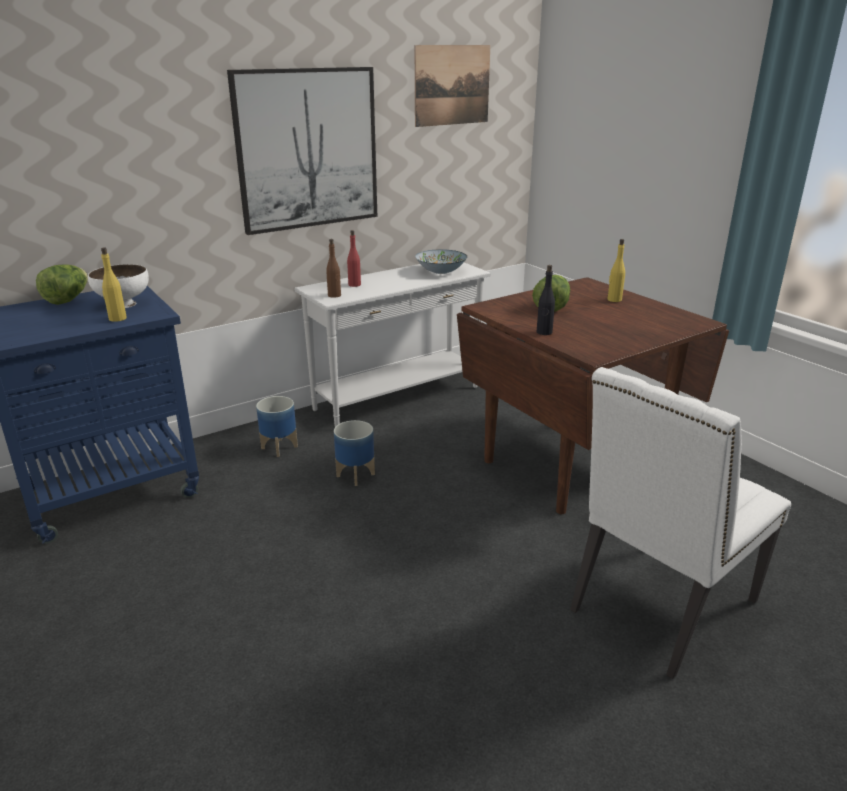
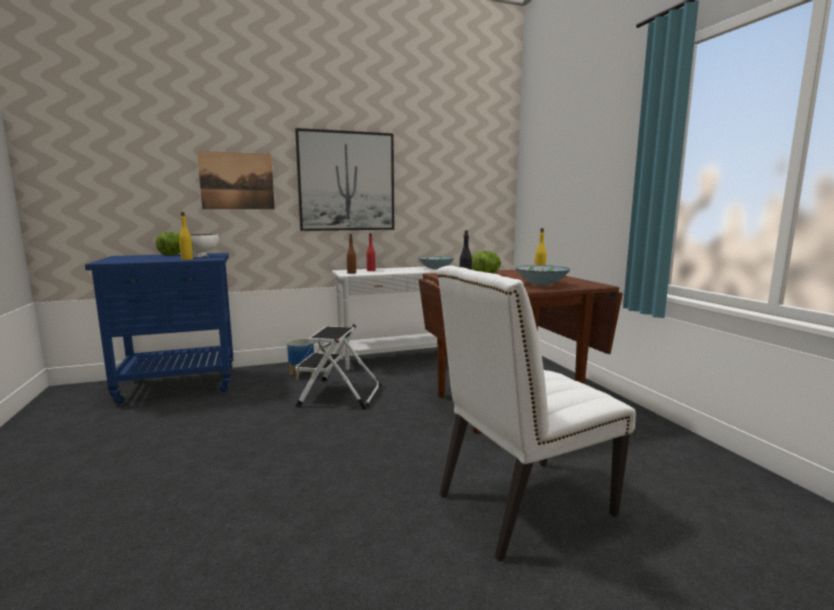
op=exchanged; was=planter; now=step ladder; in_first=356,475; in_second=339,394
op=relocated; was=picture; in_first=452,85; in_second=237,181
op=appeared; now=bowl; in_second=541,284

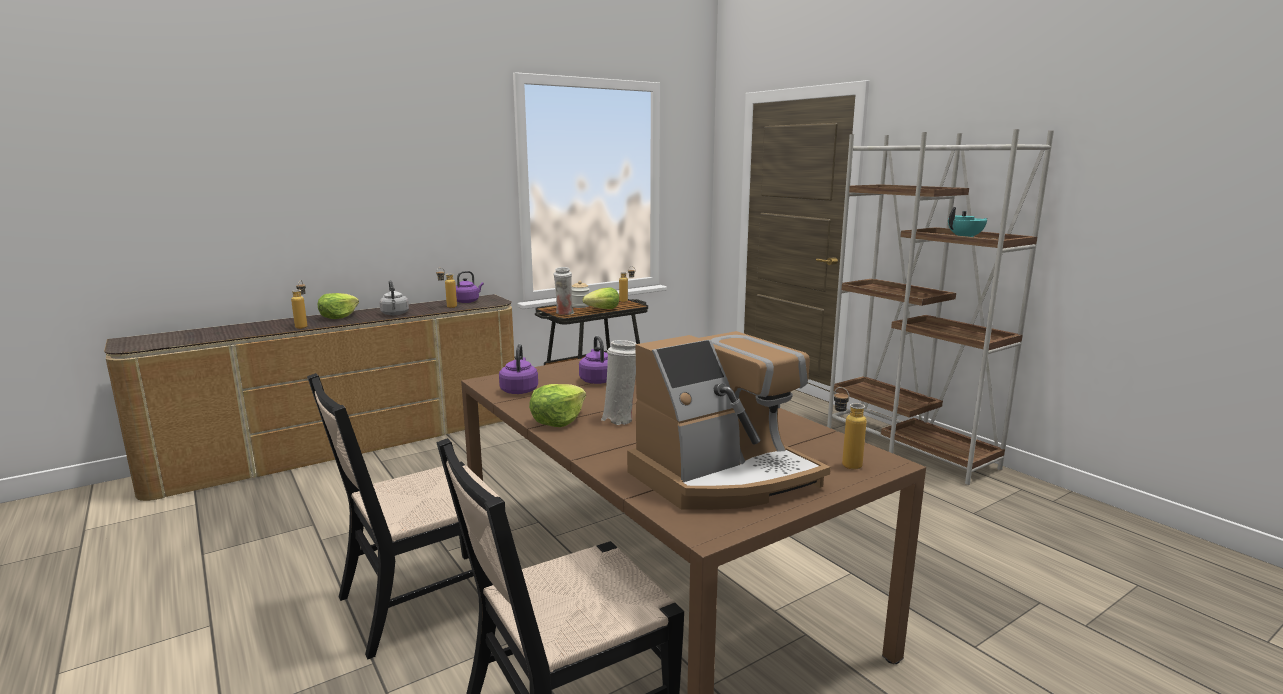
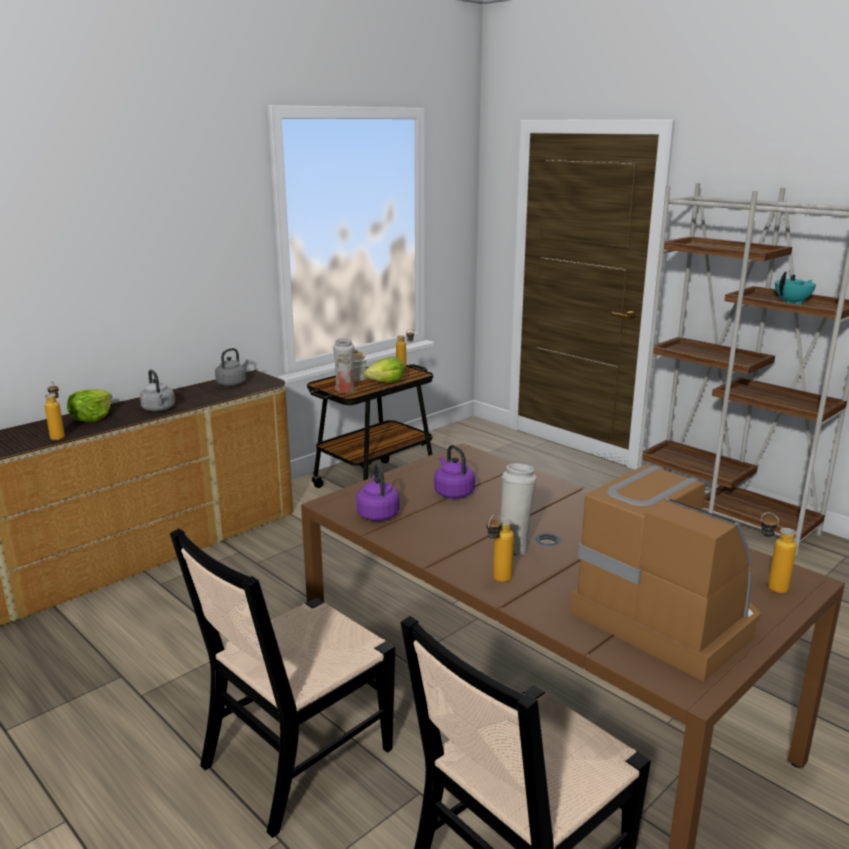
op=relocated; was=bottle; in_first=448,307; in_second=497,581
op=colour; was=kettle in purple; now=kettle in grey; in_first=467,301; in_second=232,383
op=missing; was=lettuce; in_first=558,420
op=spun; was=coffee machine; in_first=724,477; in_second=666,616; clockwise=-90

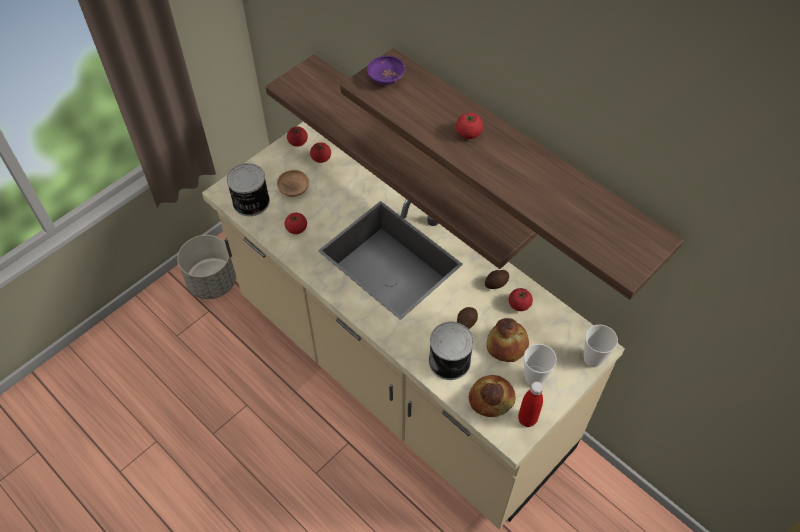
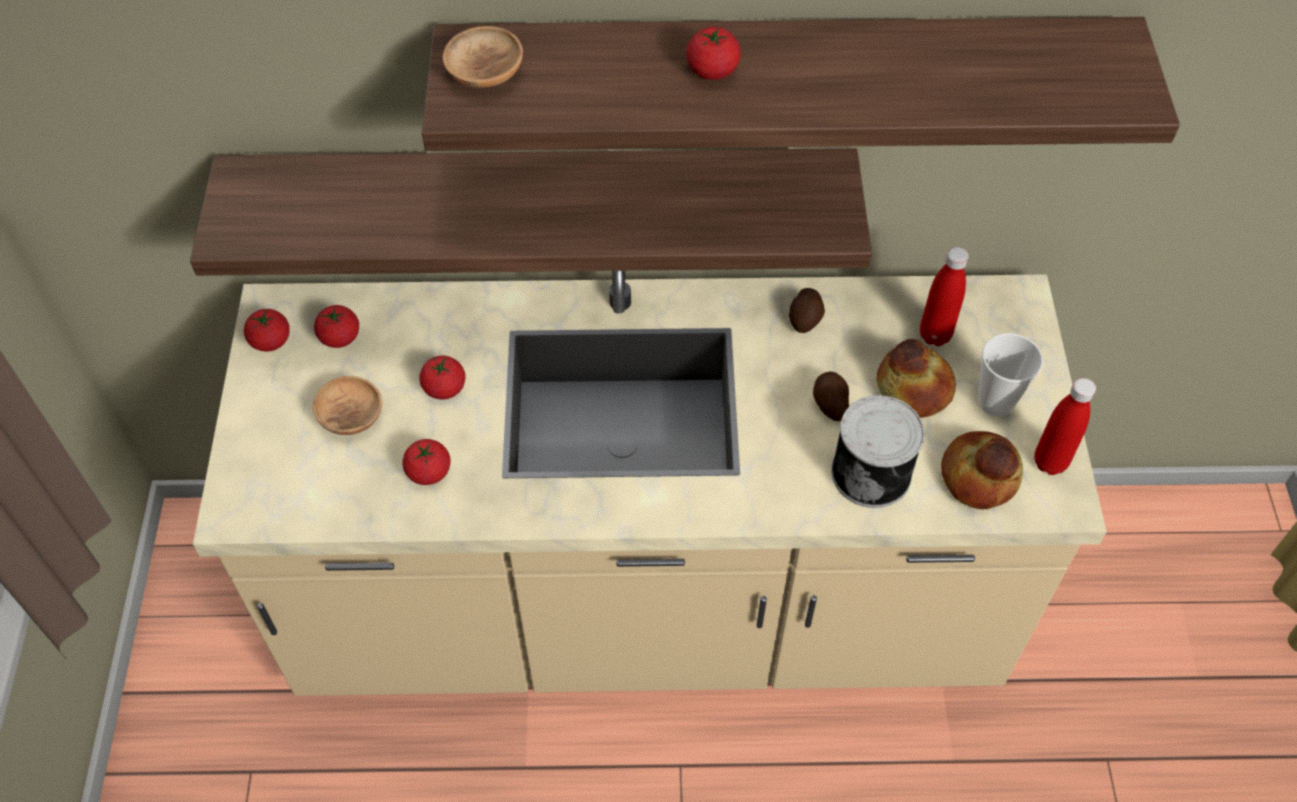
op=missing; was=planter in grey; in_first=212,282
op=missing; was=can; in_first=250,202
op=colour; was=bowl in purple; now=bowl in brown; in_first=386,78; in_second=485,75
op=relocated; was=tomato; in_first=519,304; in_second=444,388
op=missing; was=cup; in_first=593,359
op=appeared; now=bottle in red; in_second=935,335

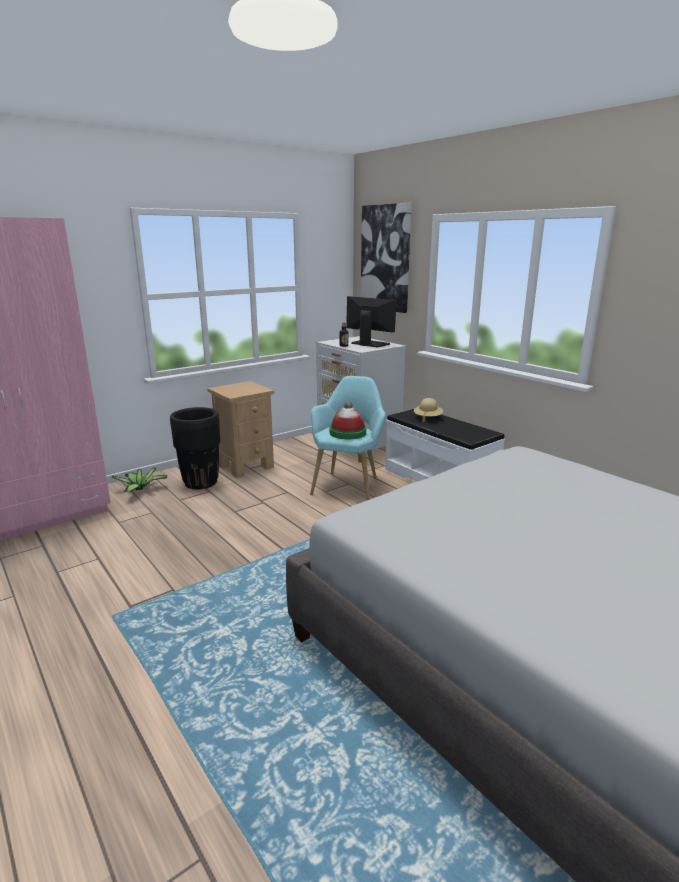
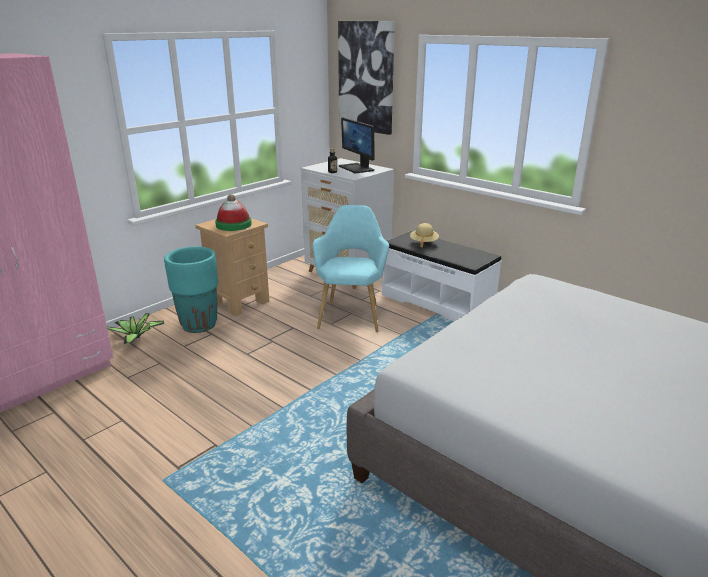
op=colour; was=planter in black; now=planter in turquoise; in_first=201,483; in_second=199,325
op=relocated; was=hat; in_first=347,433; in_second=233,225
op=spun; was=monitor; in_first=369,344; in_second=357,168; clockwise=-150

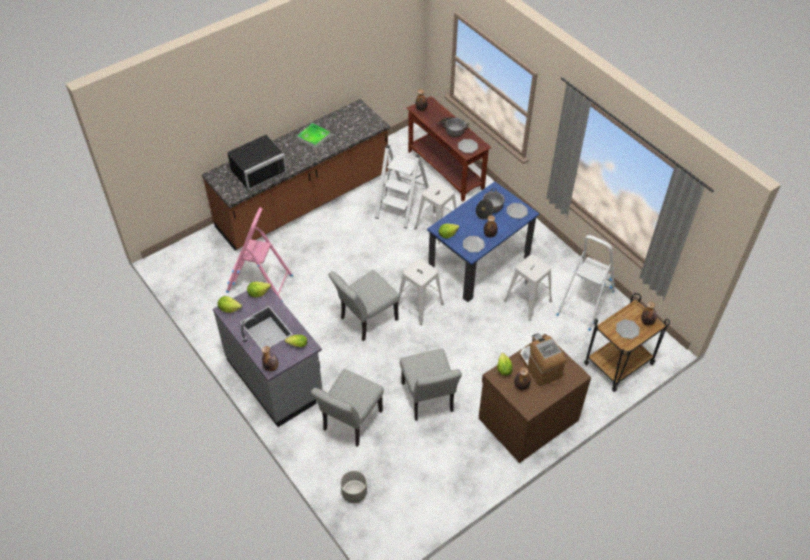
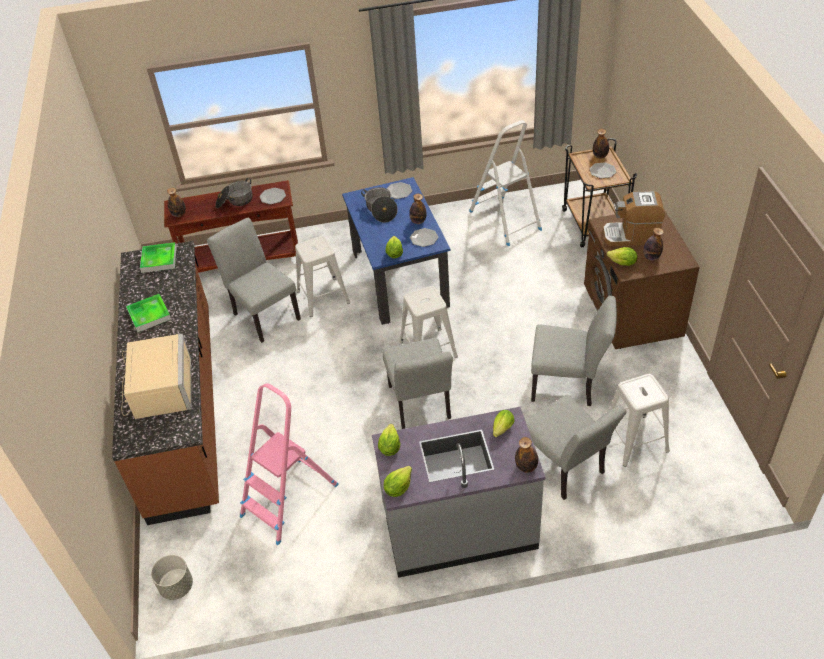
op=colour; was=microwave in black; now=microwave in beige; in_first=257,169; in_second=158,390
op=relocated; was=planter in grey; in_first=354,493; in_second=176,586
op=exchanged; was=step ladder in white; now=chair in grey; in_first=403,203; in_second=263,314
op=relocated; was=stool in white; in_first=527,301; in_second=634,440
op=appeared; now=tray; in_second=159,259

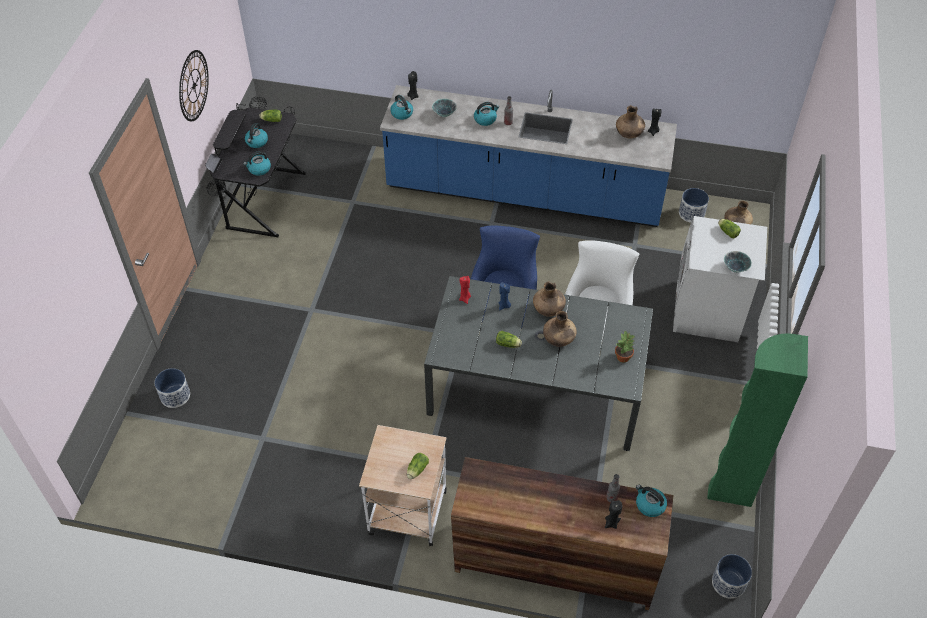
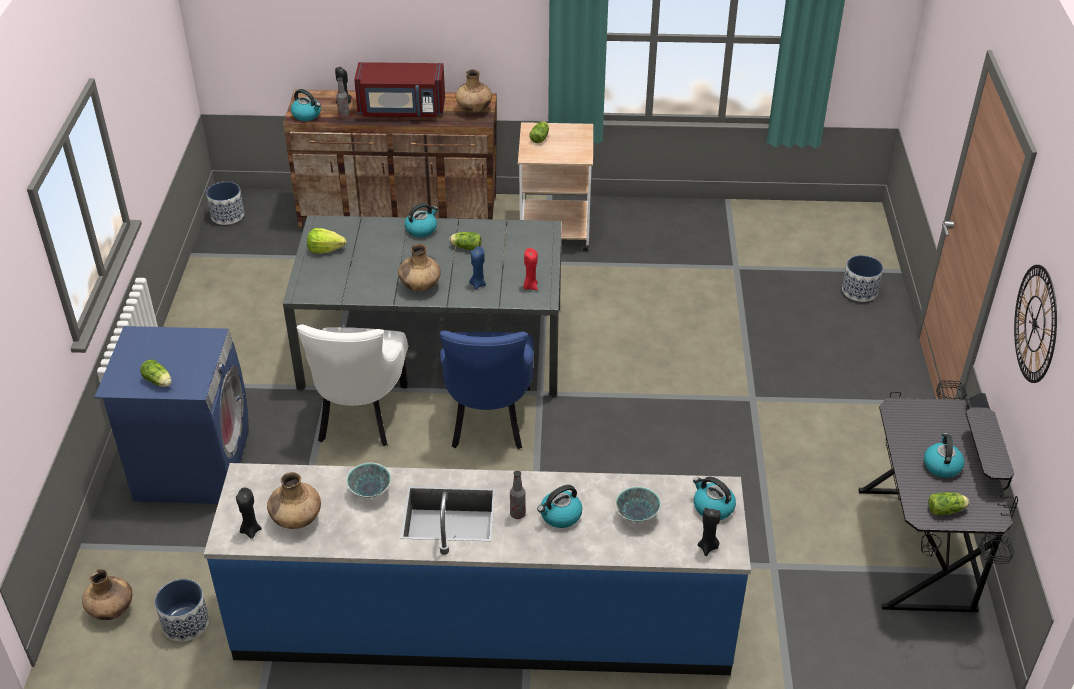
op=relocated; was=kettle; in_first=259,169; in_second=421,229
op=relocated; was=vase in brown; in_first=558,340; in_second=474,109
op=exchanged; was=potted plant; now=lettuce; in_first=623,357; in_second=325,250
op=colour; was=washing machine in white; now=washing machine in blue; in_first=708,311; in_second=191,464
op=missing; was=bookcase in green; in_first=730,489
op=relocated; was=bowl; in_first=735,269; in_second=370,491
op=appeared; now=microwave in red; in_second=401,110

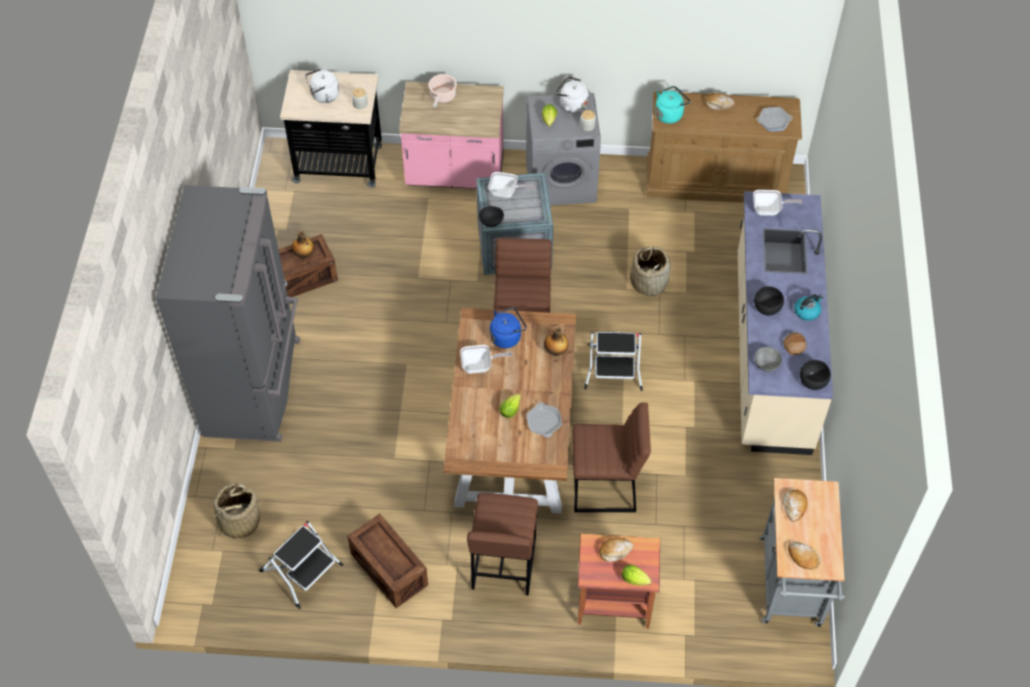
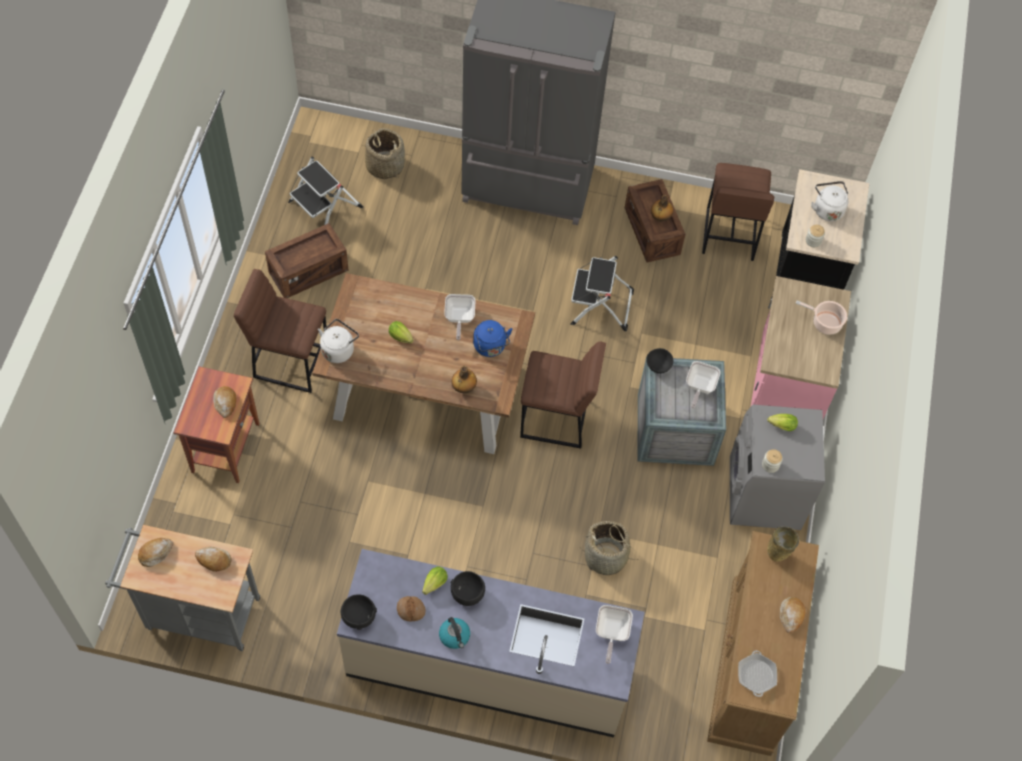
op=missing; was=frying pan; in_first=544,422
op=relocated; was=kettle in white; in_first=571,105; in_second=339,349
op=relocated; was=chair in brown; in_first=606,487; in_second=729,235
op=relocated; was=step ladder; in_first=613,368; in_second=601,304
op=relocated; was=lettuce; in_first=636,580; in_second=433,585
op=exchanged; was=kettle in turquoise; now=vase in beige; in_first=670,114; in_second=777,555
op=missing; was=bowl in grey; in_first=766,364

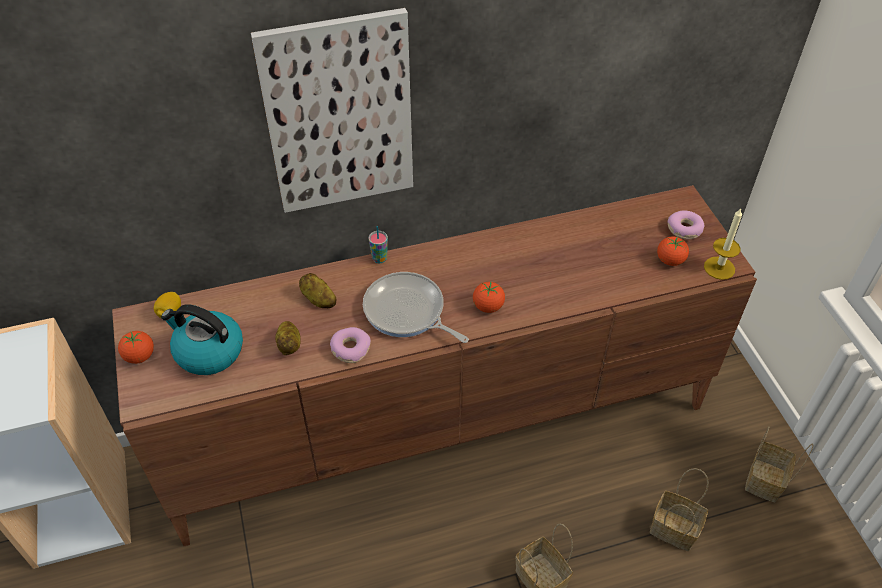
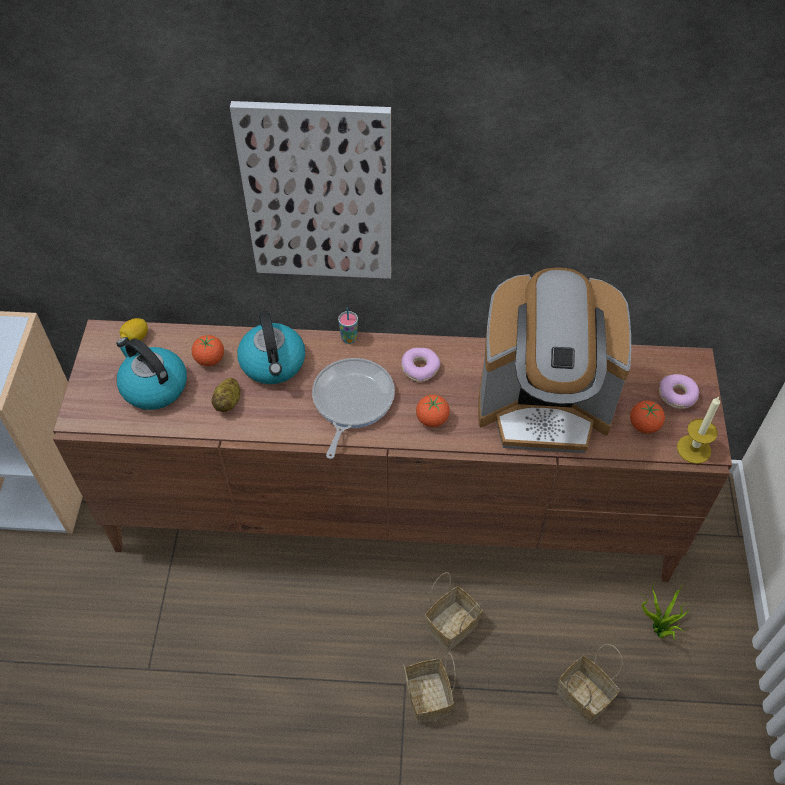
op=relocated; was=tomato; in_first=140,356; in_second=210,359
op=exchanged; was=potato; now=kettle; in_first=318,299; in_second=273,364
op=relocated; was=donut; in_first=350,349; in_second=420,368
op=spun; was=frying pan; in_first=407,312; in_second=351,402; clockwise=45
op=relocated; was=basket; in_first=765,482; in_second=451,627
op=appeared; now=coffee machine; in_second=543,406
op=appeared; now=potted plant; in_second=658,630

